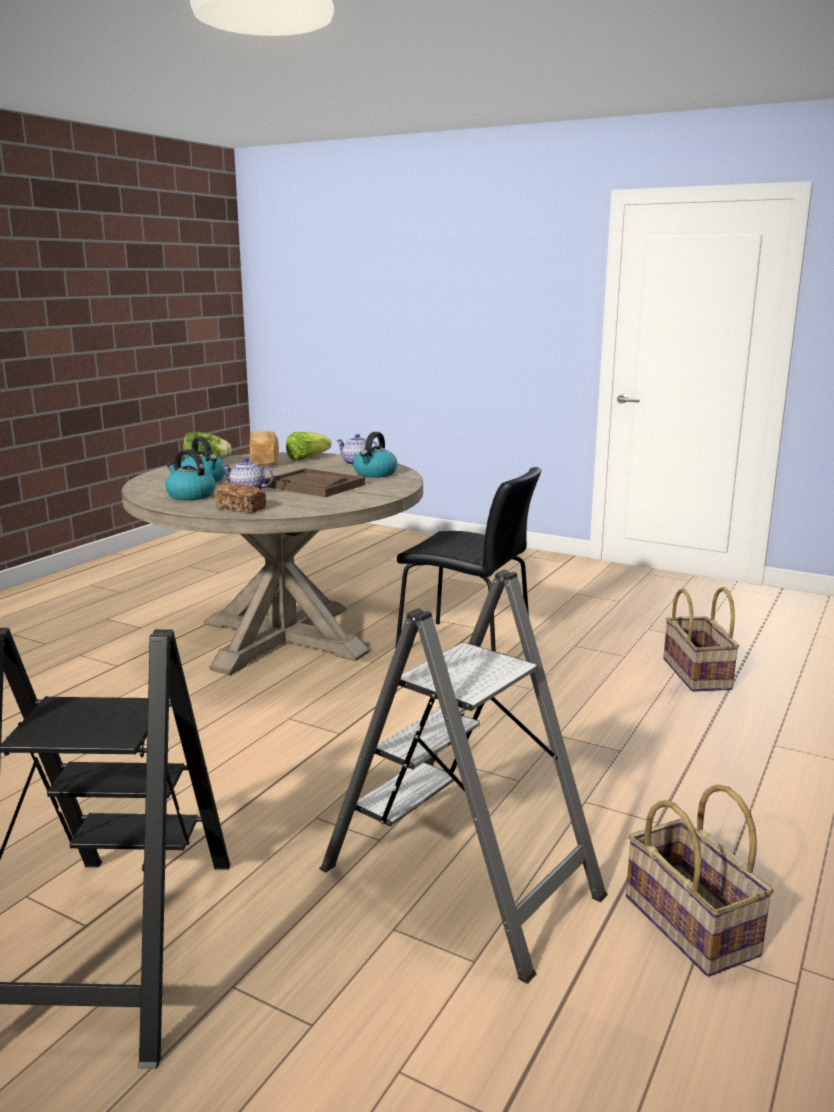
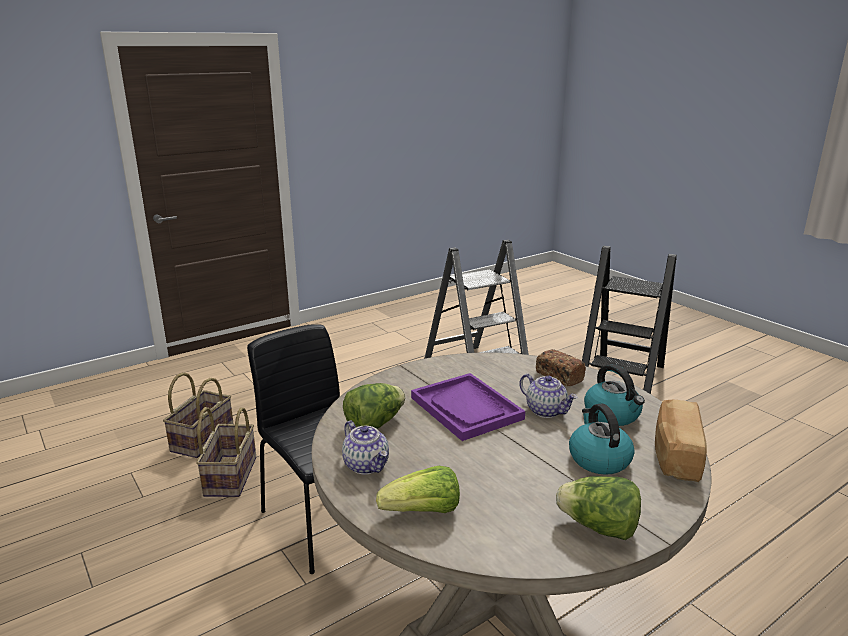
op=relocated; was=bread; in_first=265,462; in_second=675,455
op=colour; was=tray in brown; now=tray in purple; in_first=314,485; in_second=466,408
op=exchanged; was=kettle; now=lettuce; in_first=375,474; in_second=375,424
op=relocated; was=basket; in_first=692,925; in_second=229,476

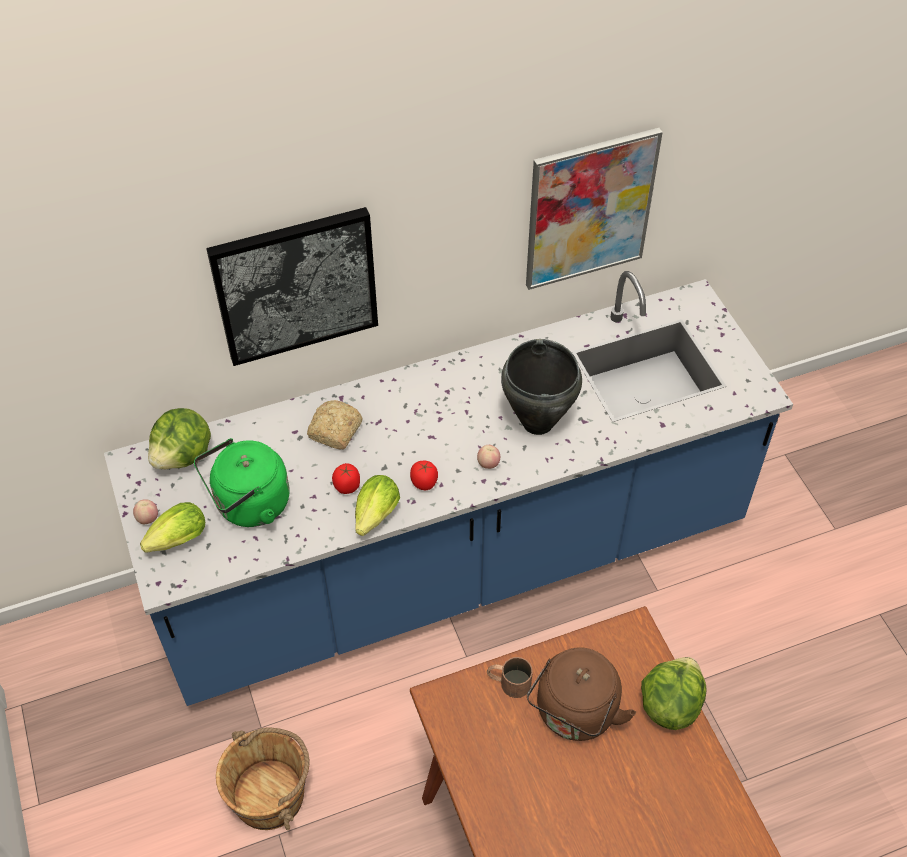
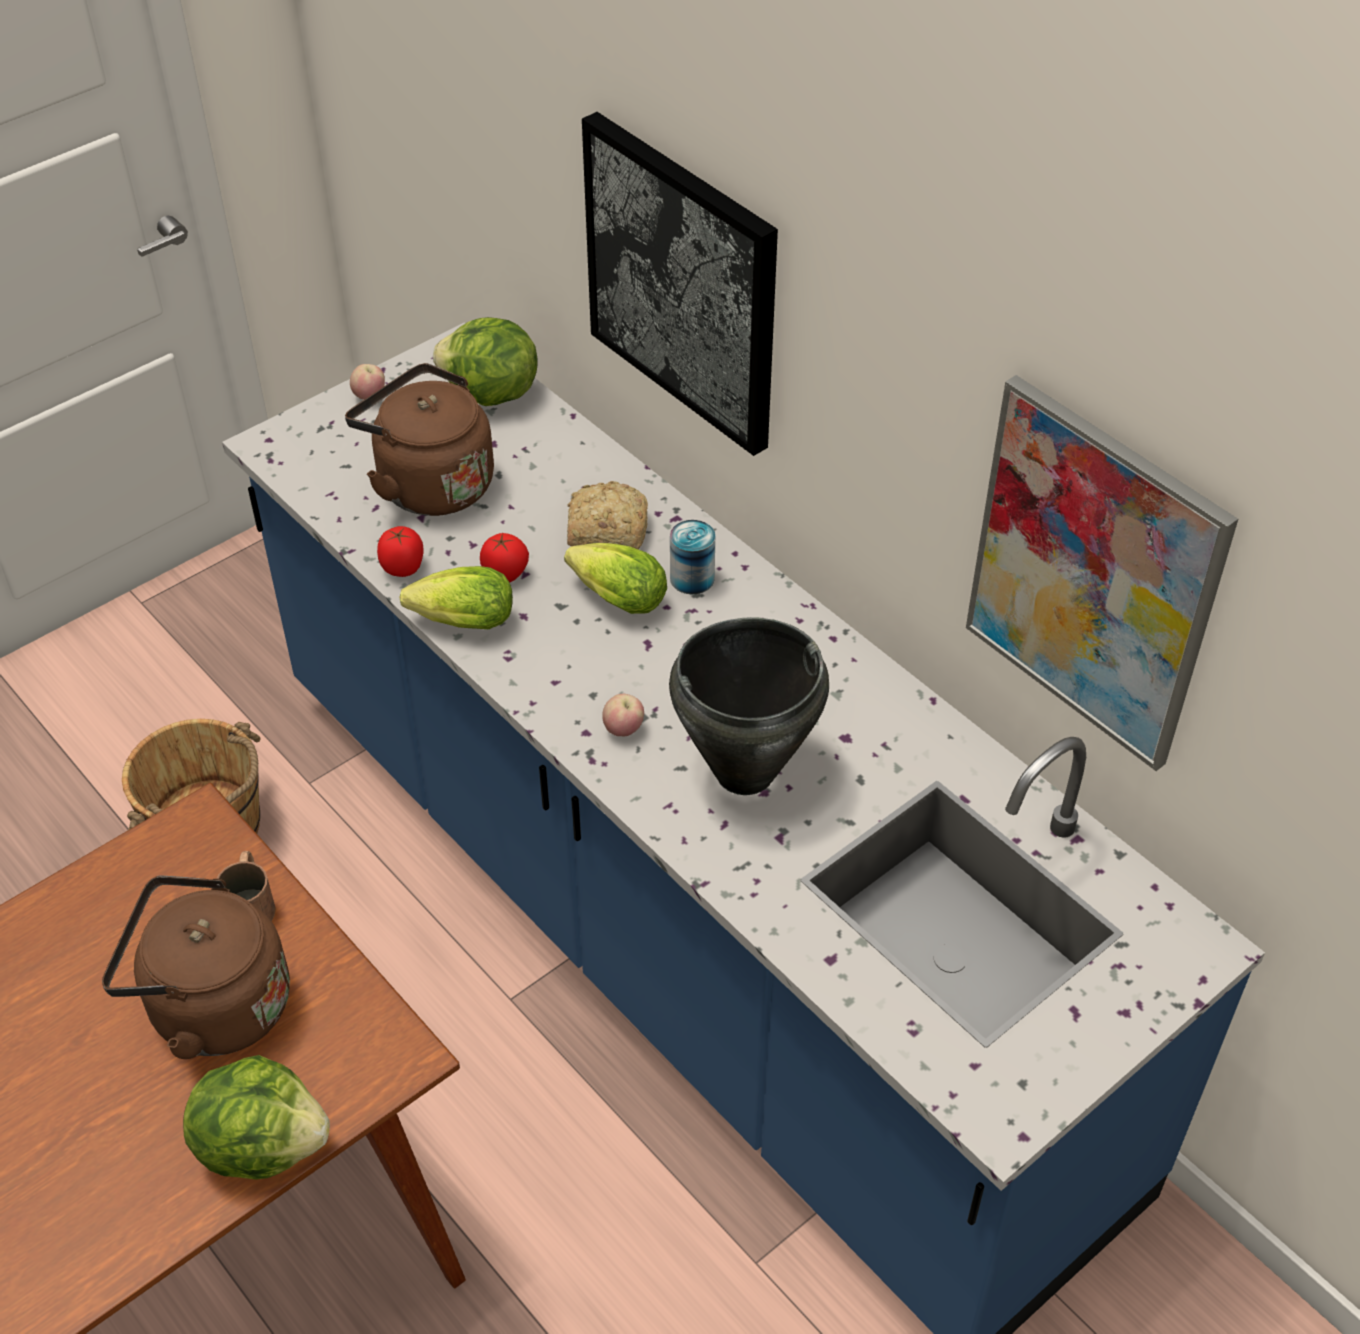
op=relocated; was=lettuce; in_first=175,542; in_second=613,597
op=colour; was=kettle in green; now=kettle in brown; in_first=249,505; in_second=429,483
op=relocated; was=tomato; in_first=424,483; in_second=403,568
op=appeared; now=can; in_second=692,578

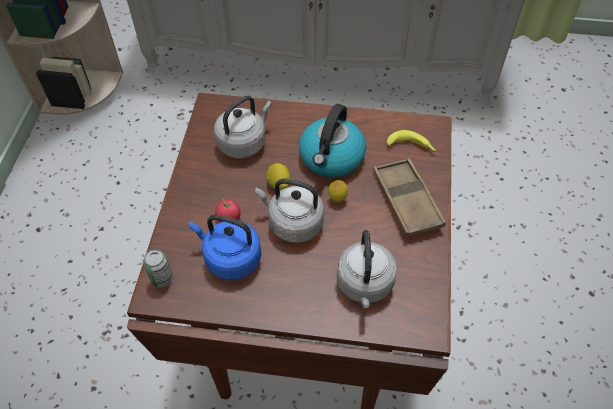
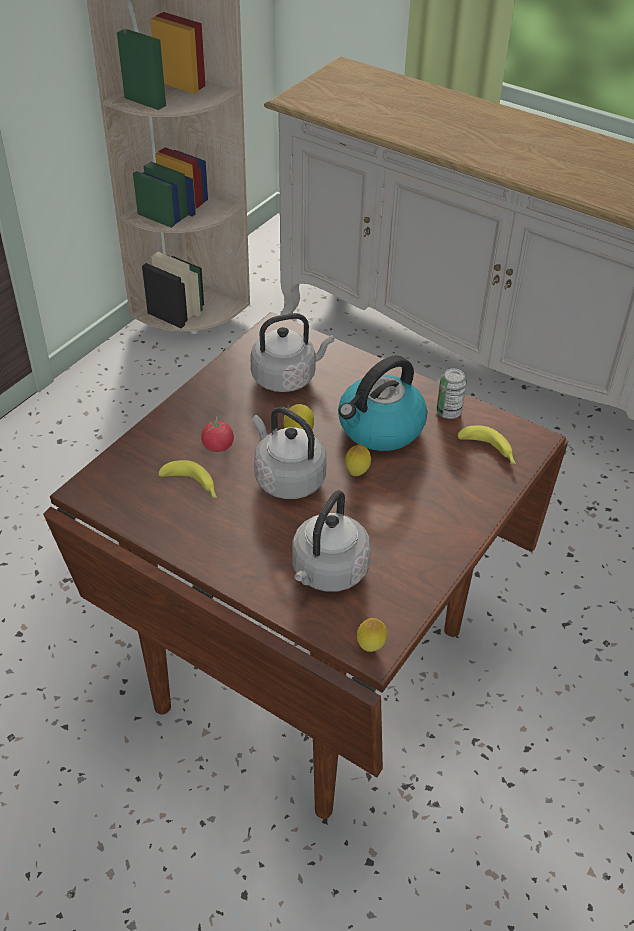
op=relocated; was=can; in_first=162,279; in_second=448,412
op=exchanged; was=kettle in blue; now=banana; in_first=230,258; in_second=192,486
op=missing; was=tray in brown; in_first=406,200
op=appeared; now=lemon; in_second=370,647

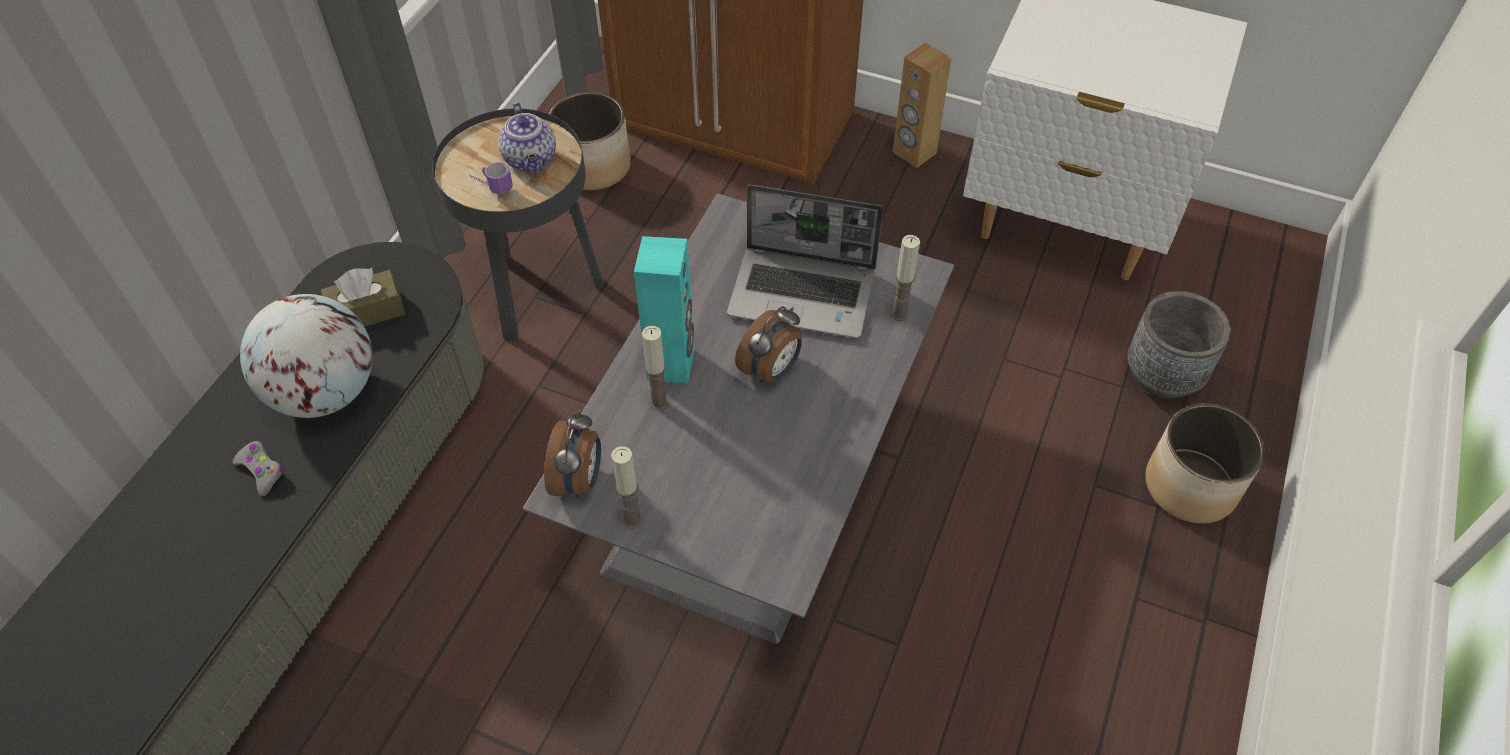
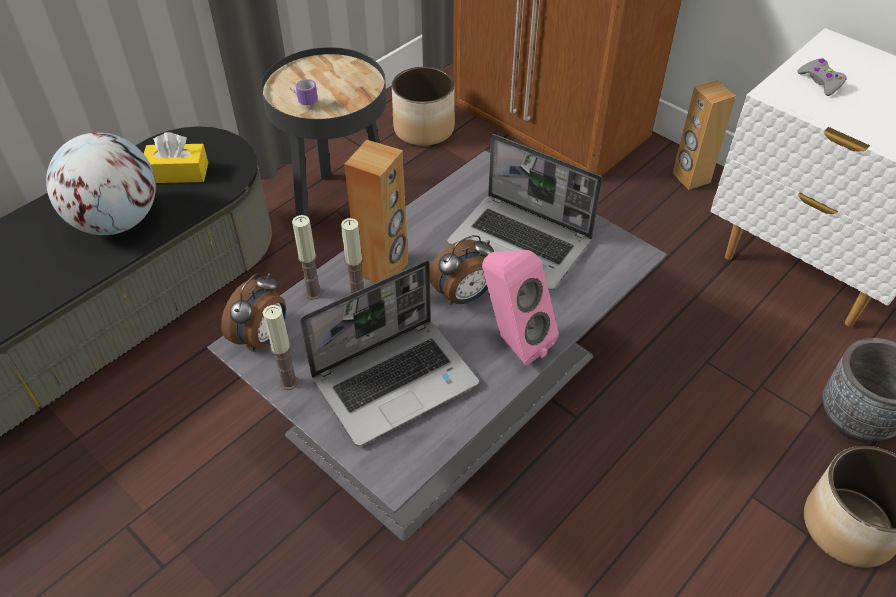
op=relocated; was=game controller in grey; in_first=261,470; in_second=820,82
op=colour; was=tissue box in brown; now=tissue box in yellow; in_first=367,311; in_second=178,173
op=missing; was=teapot; in_first=531,160
op=colour; was=speaker in turquoise; now=speaker in brown; in_first=672,364; in_second=383,269
op=relocated; was=candle; in_first=899,313; in_second=313,293
op=appeared; now=laptop; in_second=396,380
op=appeared; now=speaker in pink; in_second=513,341

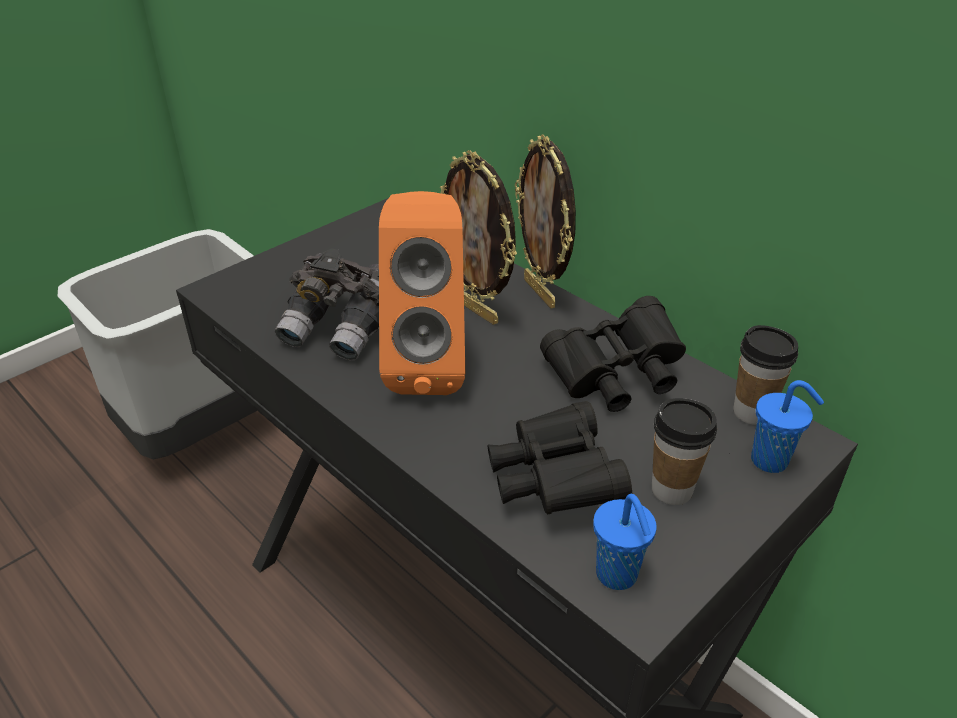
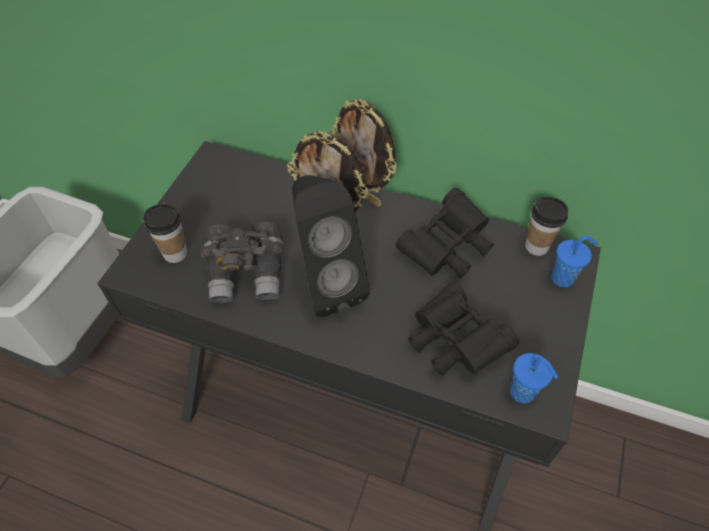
op=colour; was=speaker in orange; now=speaker in black; in_first=428,366; in_second=326,284
op=relocated; was=cup; in_first=671,490; in_second=175,253

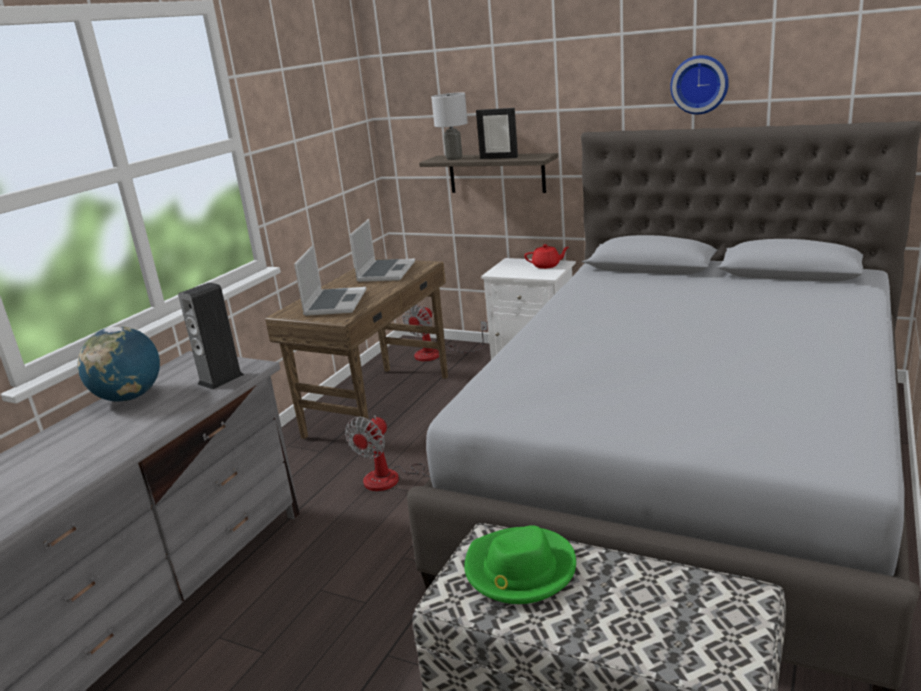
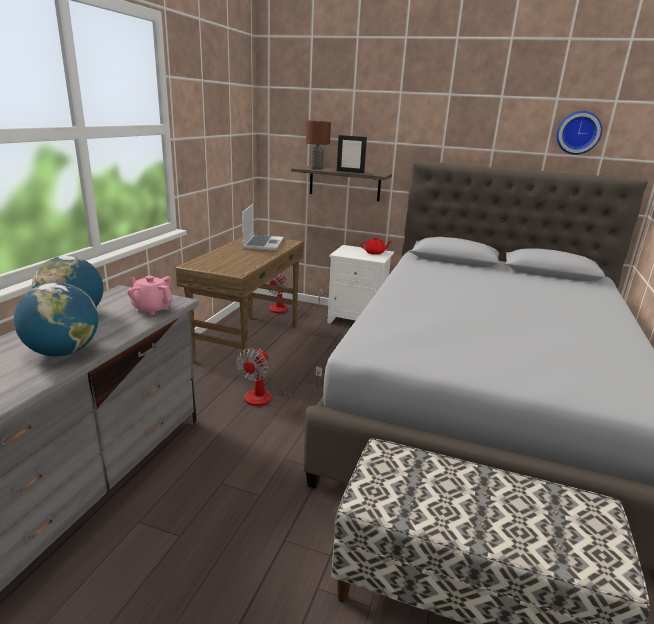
op=exchanged; was=speaker; now=teapot in pink; in_first=221,379; in_second=152,309
op=missing; was=laptop; in_first=335,303
op=colour; was=table lamp in white; now=table lamp in brown; in_first=454,158; in_second=317,168
op=missing; was=hat in green; in_first=519,570
op=relocated; was=wall clock; in_first=700,84; in_second=578,133
op=appeared; now=globe; in_second=63,352

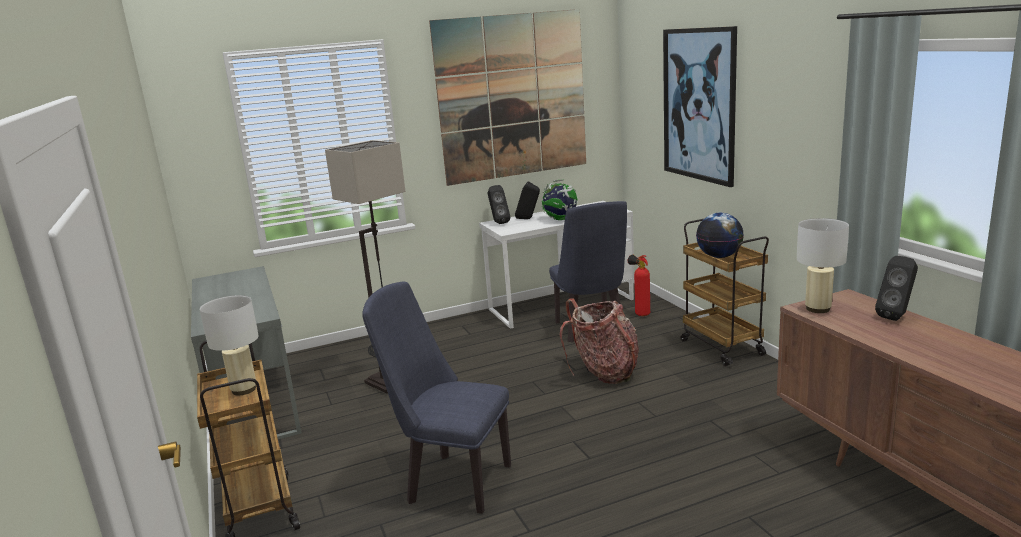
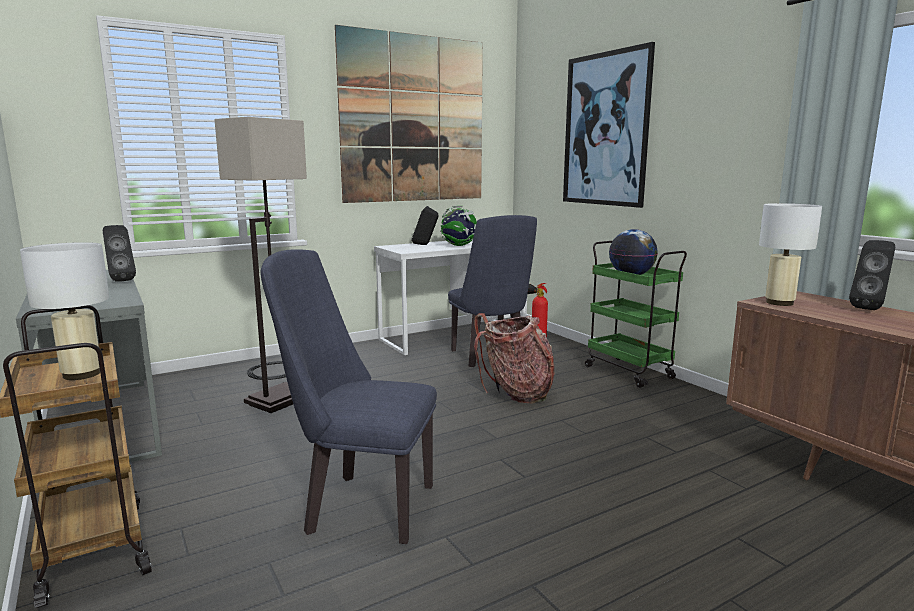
op=relocated; was=speaker in black; in_first=498,223; in_second=121,281
op=colour; was=cart in brown; now=cart in green; in_first=722,348; in_second=629,372

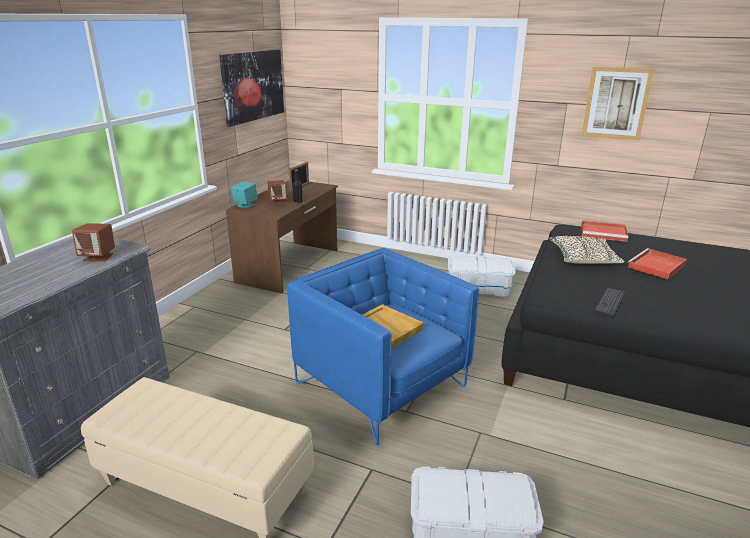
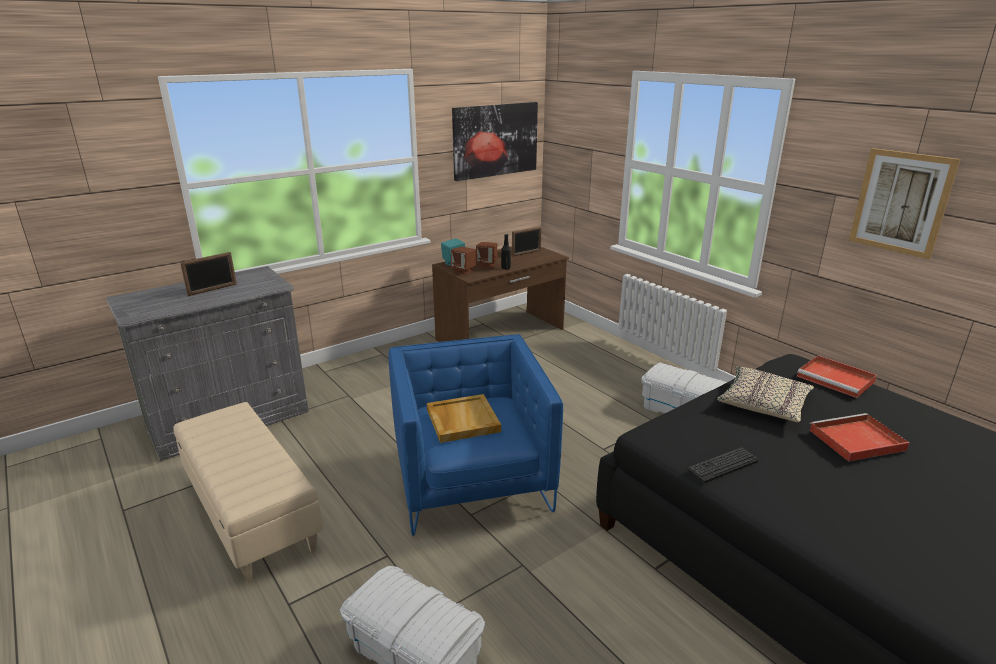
op=relocated; was=speaker in brown; in_first=98,257; in_second=464,271
op=appeared; now=picture frame; in_second=212,290

